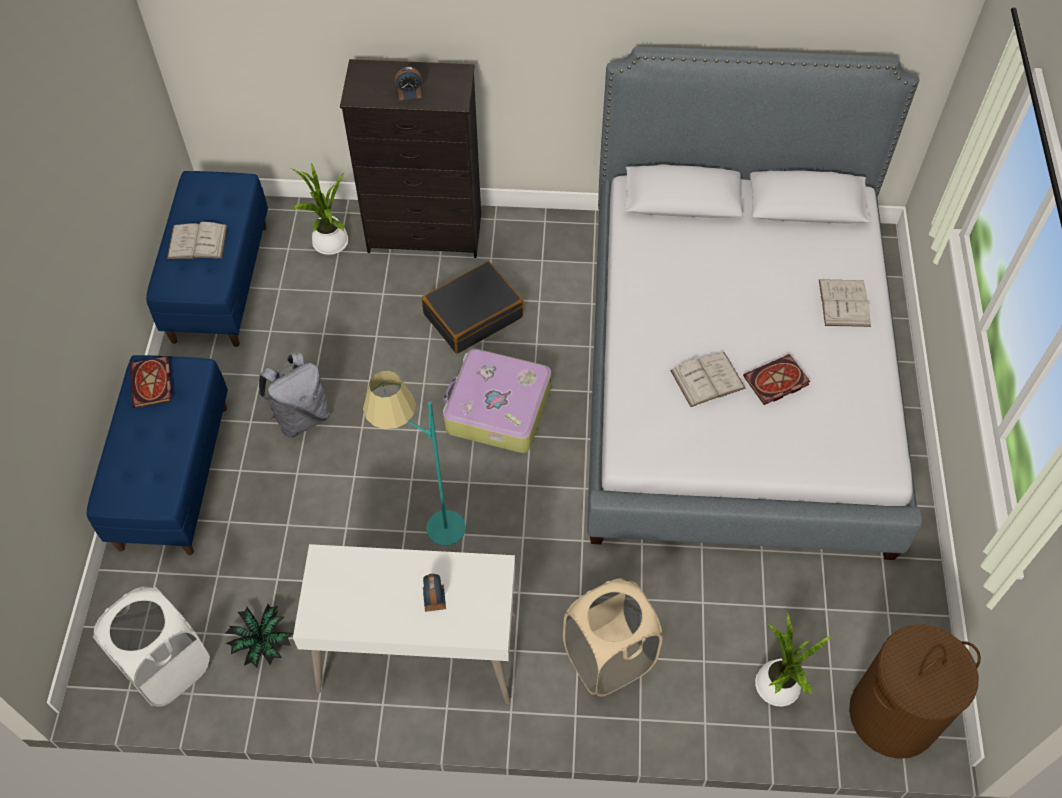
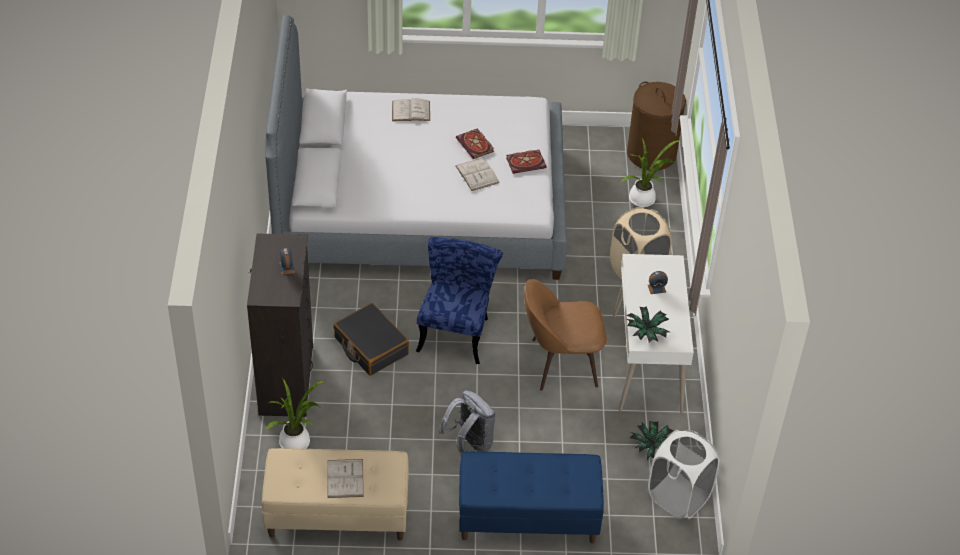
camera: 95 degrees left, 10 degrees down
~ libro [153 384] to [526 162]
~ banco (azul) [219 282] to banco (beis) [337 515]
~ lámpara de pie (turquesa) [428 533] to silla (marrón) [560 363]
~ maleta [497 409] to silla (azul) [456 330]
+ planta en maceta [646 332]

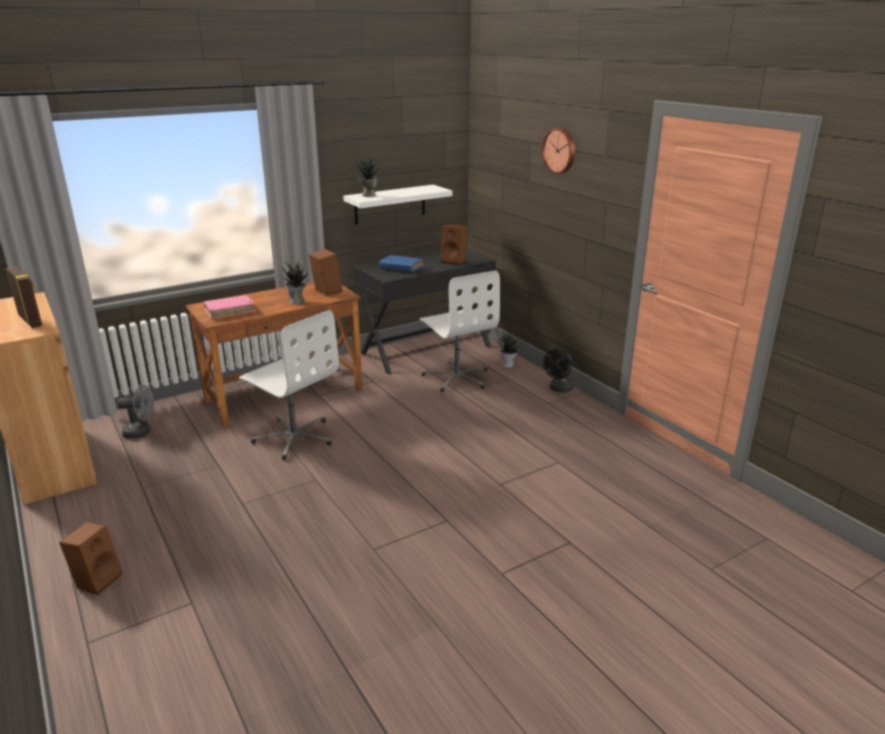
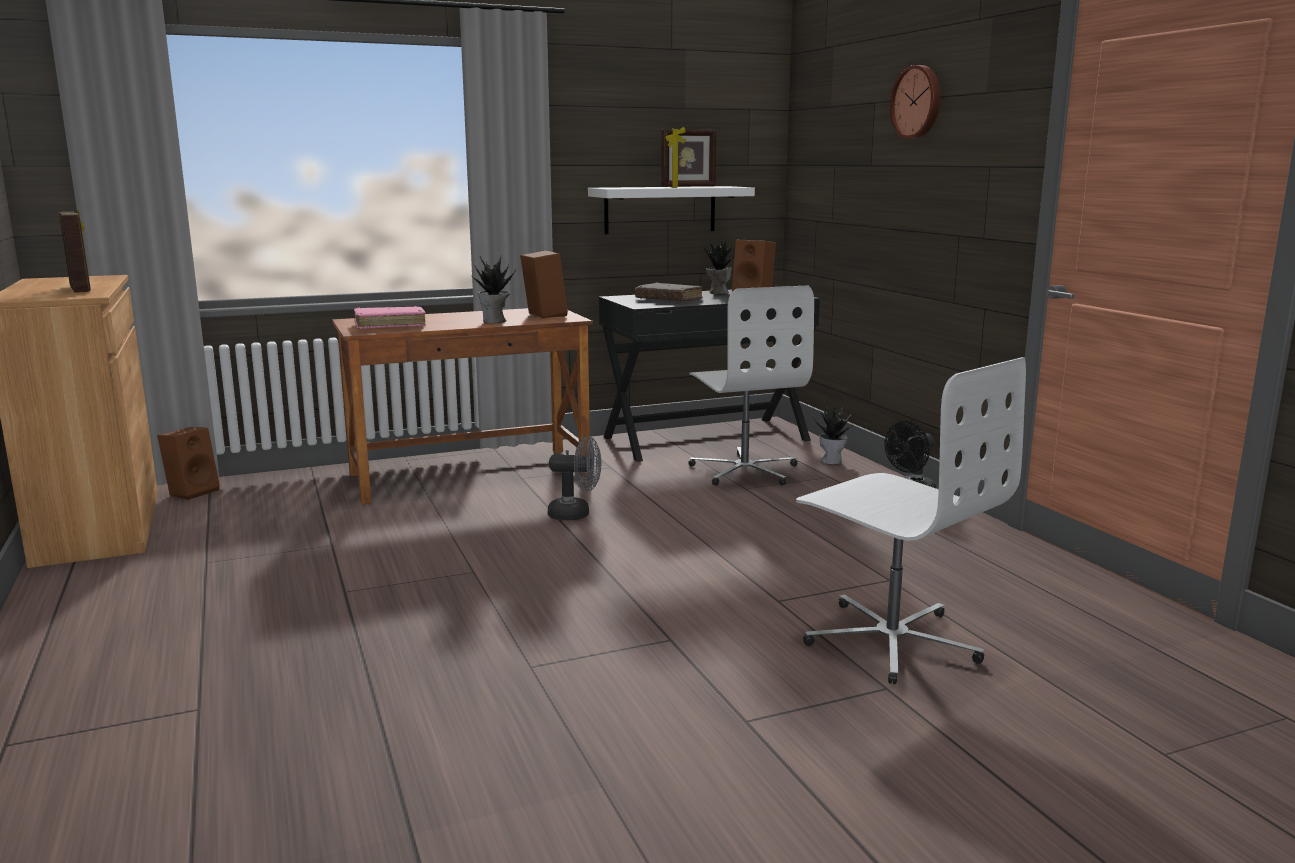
camera: 10 degrees right, 10 degrees down
~ altavoz (marrón) [98 579] to [193 492]
~ ventilador (gris) [141 432] to [576 514]
~ silla de oficina (blanco) [294 437] to [891 640]
~ planta en maceta [368 195] to [718 293]
~ libro (azul) [401 268] to libro (marrón) [668 299]
+ portarretratos [688 187]

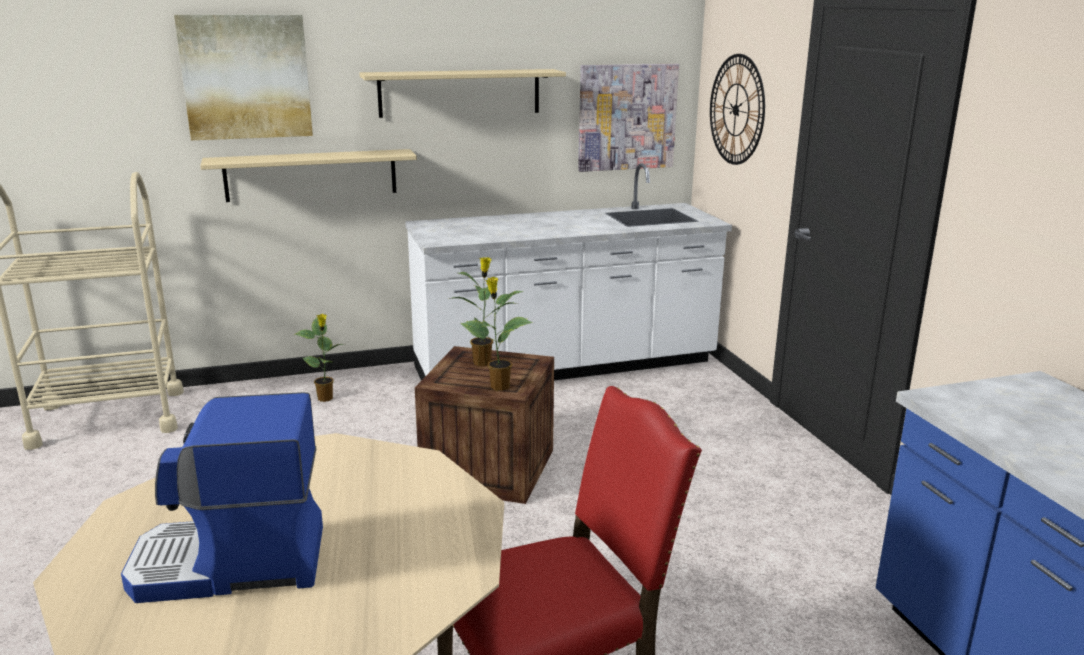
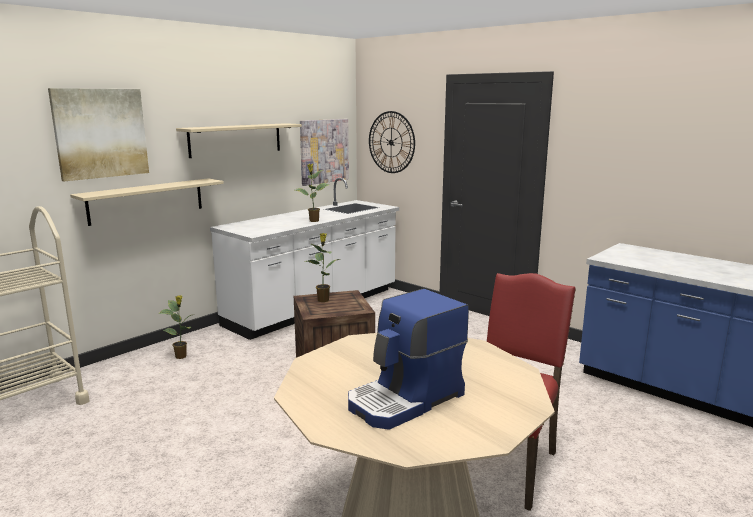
camera: 30 degrees left, 5 degrees down
~ planta en maceta [498 387] to [313 221]

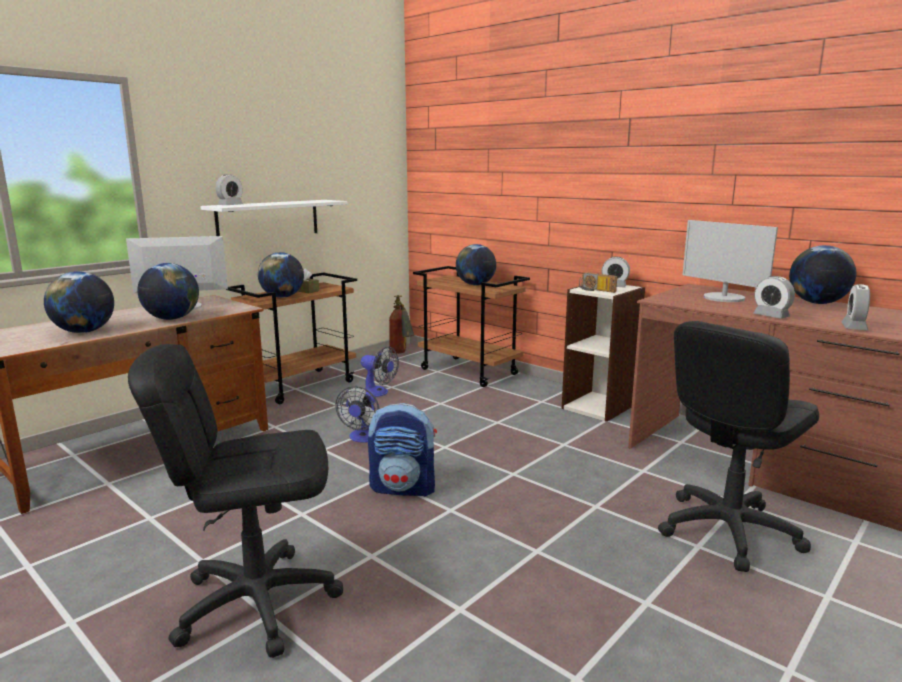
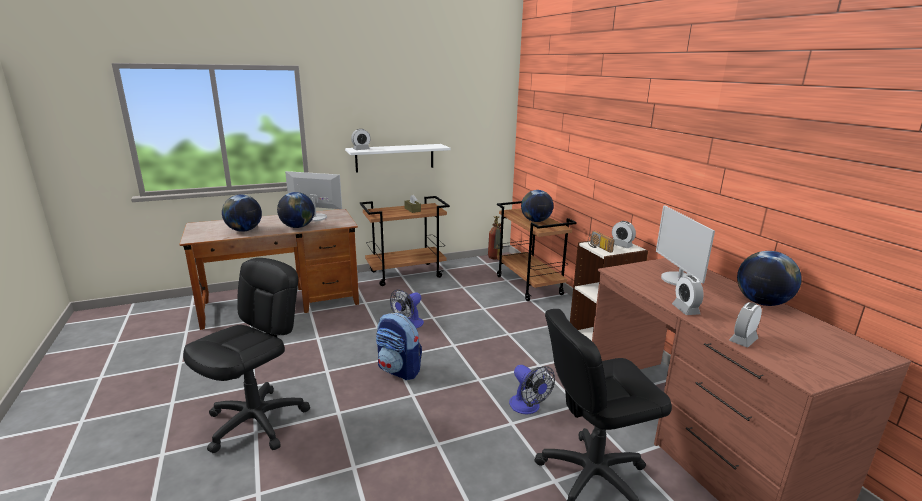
camera: 25 degrees right, 5 degrees up
~ silla de oficina (negro) [257 602] = [257 422] 105 degrees clockwise
- globo terráqueo [282 297]
~ ventilador [378 393] to [528 407]

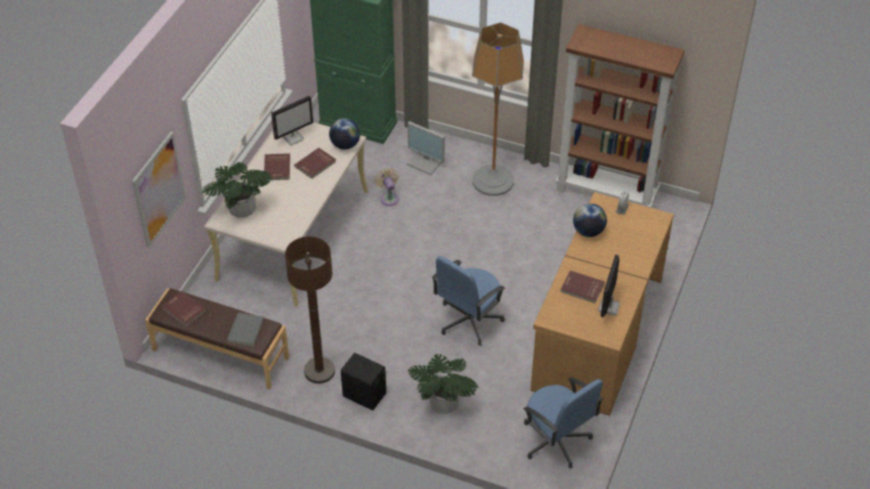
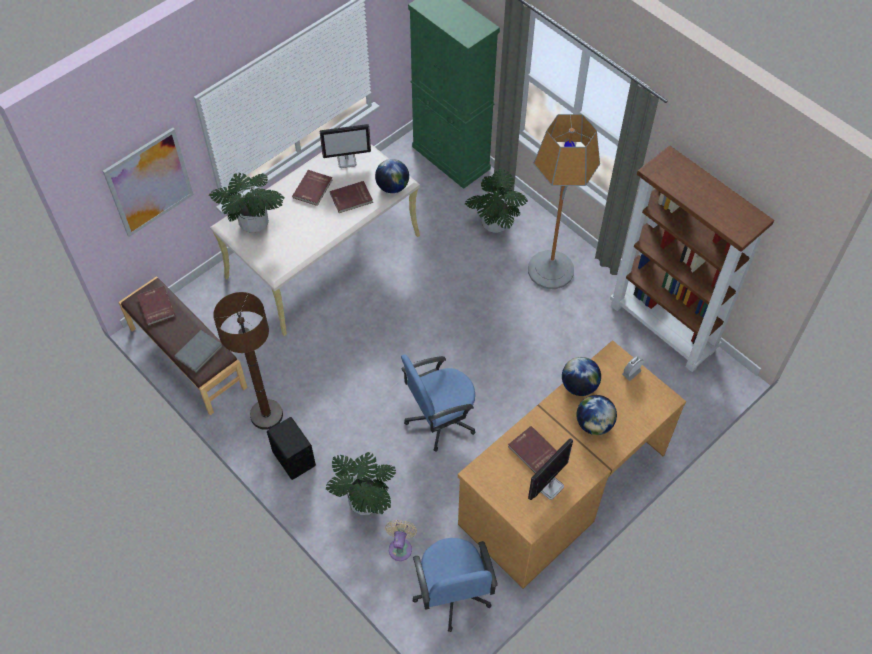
camera: 25 degrees right, 10 degrees up
~ ventilador (beis) [389 197] to [400 547]
~ monitor [426 162] to planta en maceta [495 224]
+ globo terráqueo [594 424]

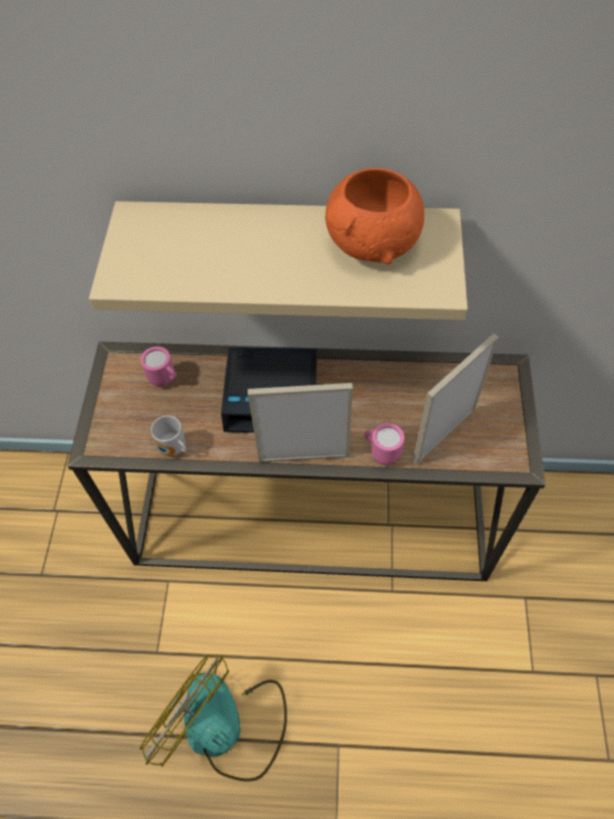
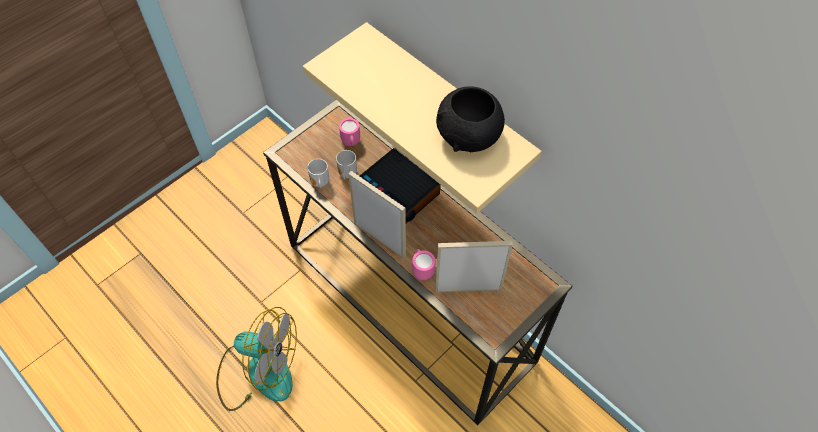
camera: 40 degrees right, 0 degrees up
~ ventilador [226 727] = [258 371] 120 degrees clockwise
~ cuenco (naranja) [373 243] to cuenco (negro) [469 136]
+ taza grande [346 174]

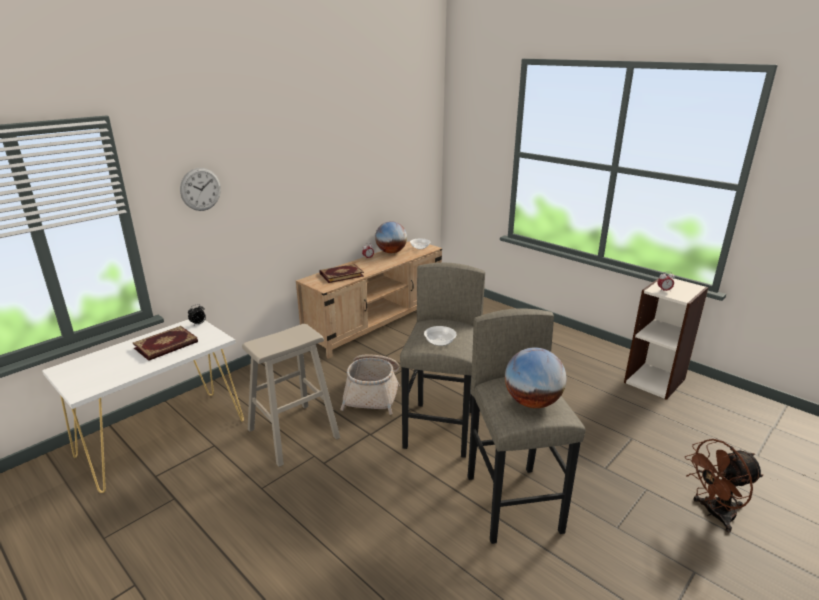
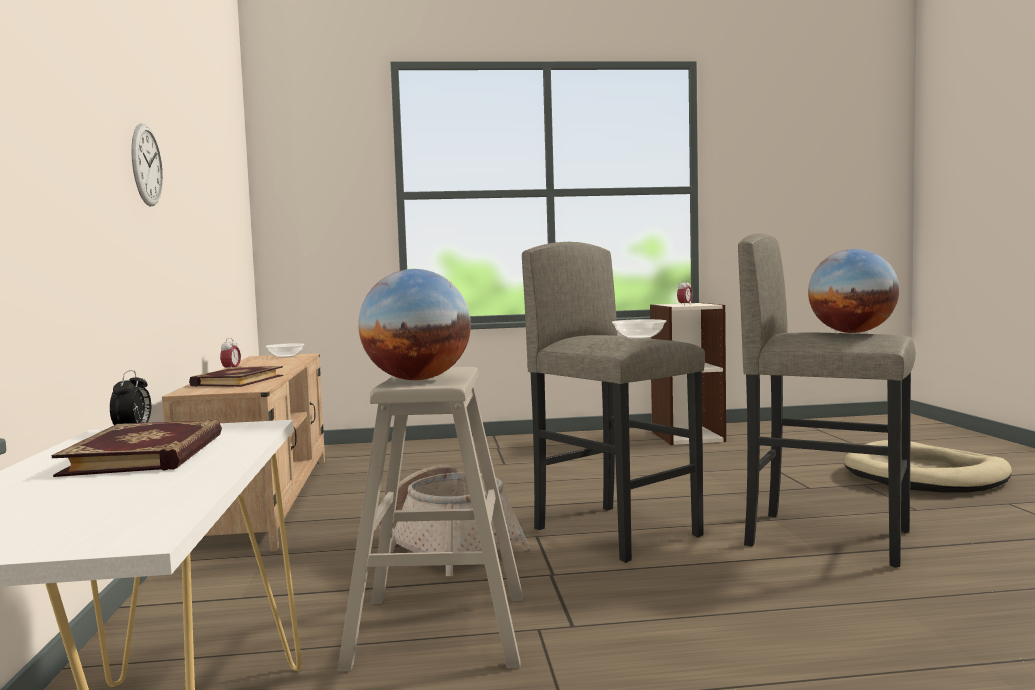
camera: 50 degrees left, 20 degrees down
~ reloj de pared [200 189] to [146 165]
~ globo terráqueo [391 252] to [417 379]
~ ventilador (marrón) [713 514] to cama para perro (beis) [925 475]

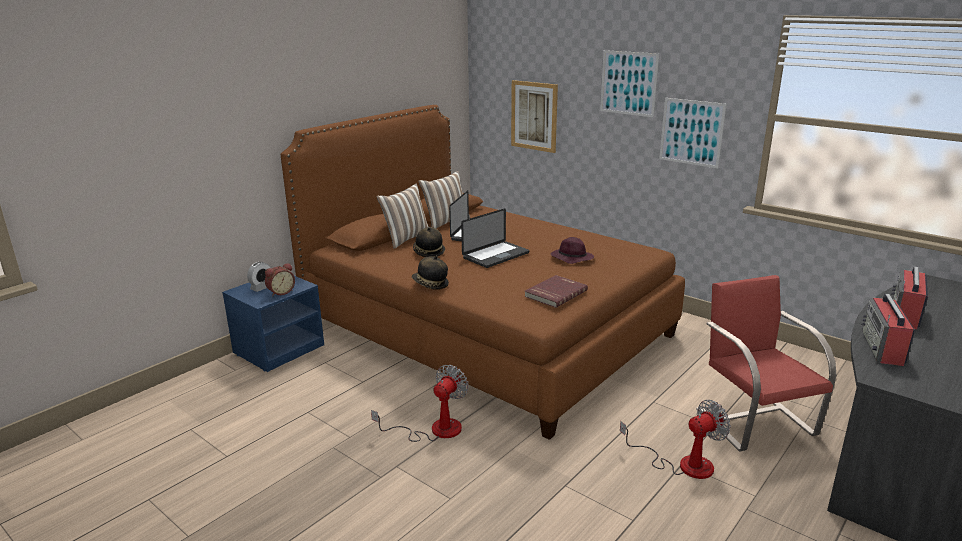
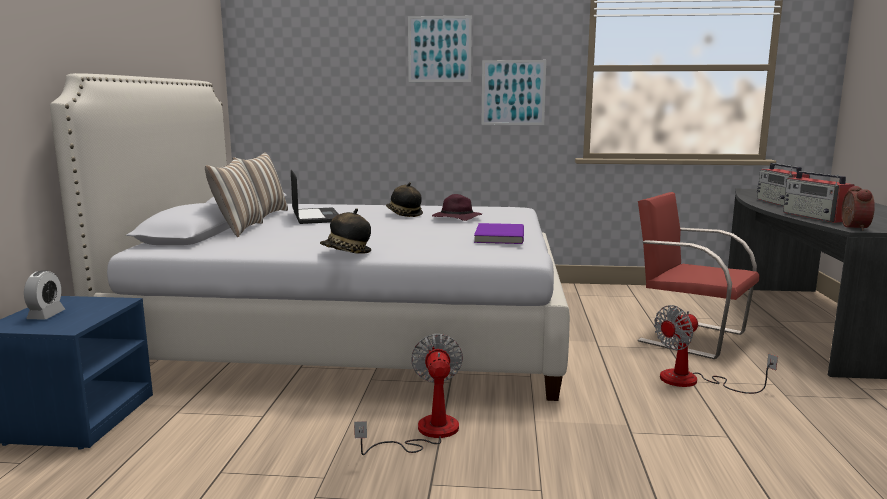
camera: 35 degrees left, 10 degrees down
~ despertador [280 292] to [852 227]
~ cama (marrón) [485 330] to cama (blanco) [353 333]
~ sombrero [428 252] to [403 214]
- portátil [496 255]
- cuadro [534 116]
~ libro (rojo) [555 293] to libro (morado) [498 236]
~ ventilador [683 464] = [693 381] 150 degrees counterclockwise

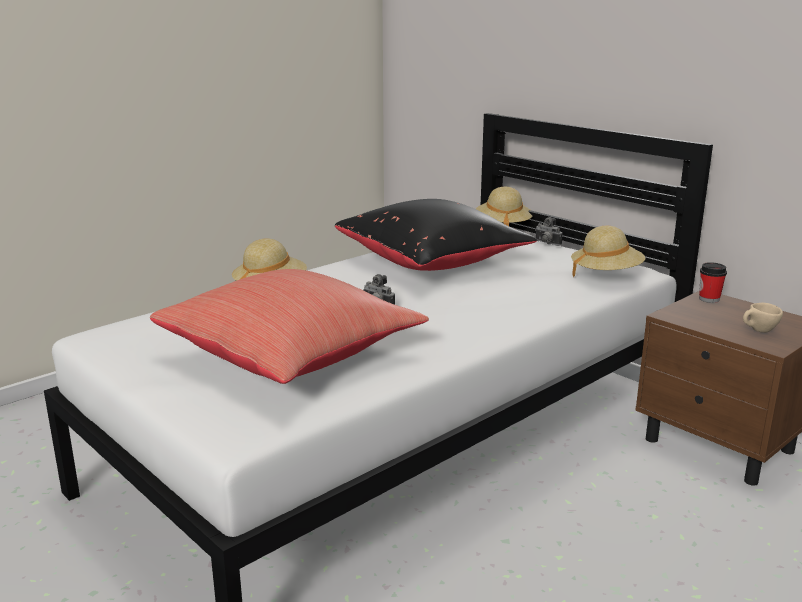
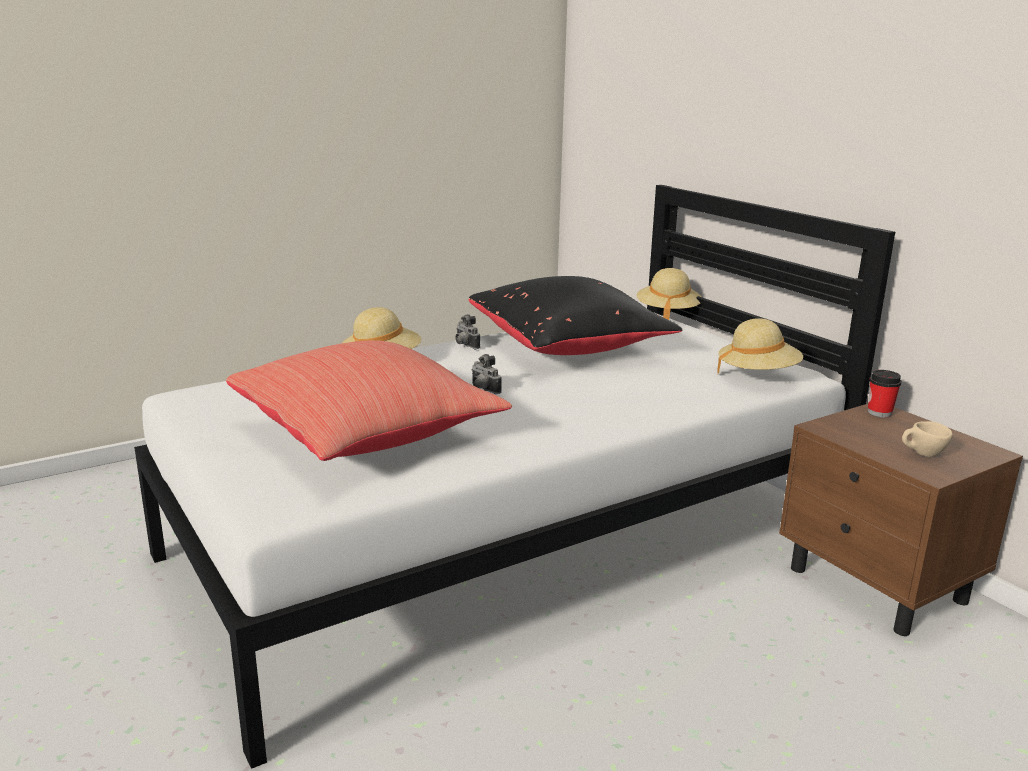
camera: 10 degrees right, 0 degrees up
~ cámara [546 243] to [465 345]

